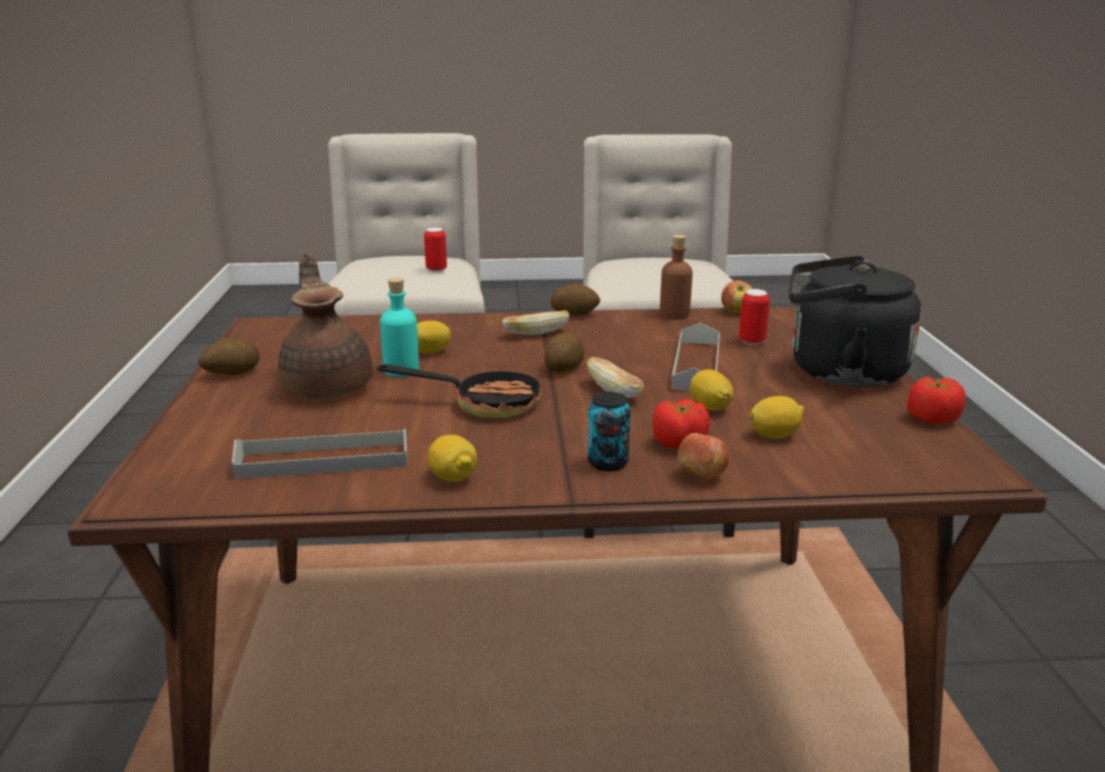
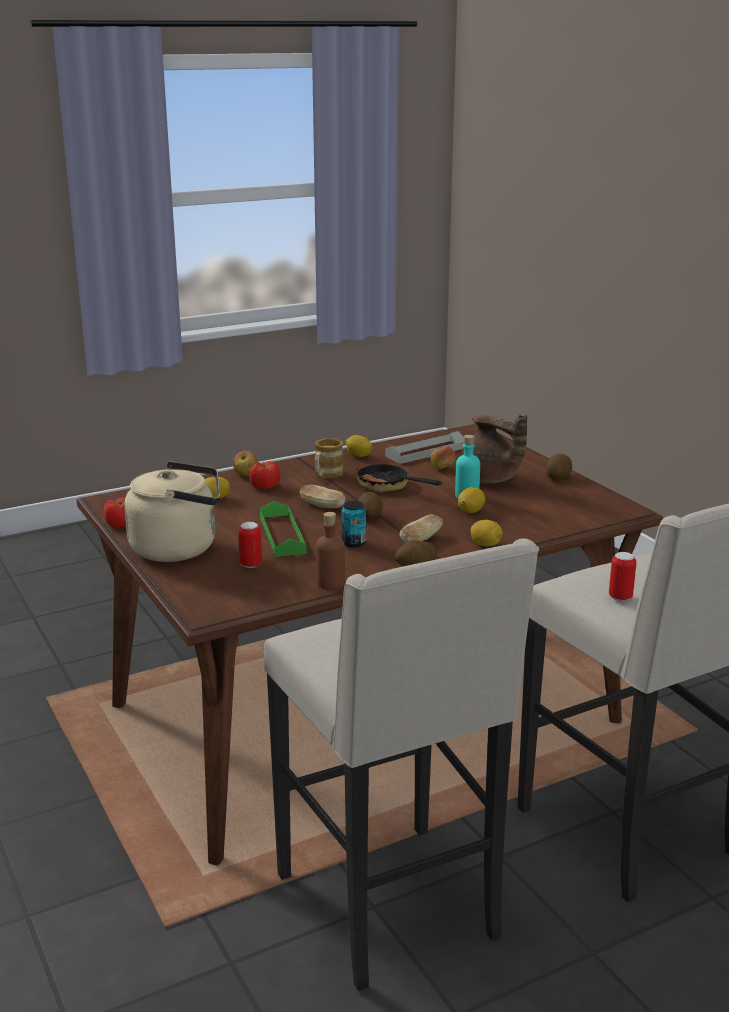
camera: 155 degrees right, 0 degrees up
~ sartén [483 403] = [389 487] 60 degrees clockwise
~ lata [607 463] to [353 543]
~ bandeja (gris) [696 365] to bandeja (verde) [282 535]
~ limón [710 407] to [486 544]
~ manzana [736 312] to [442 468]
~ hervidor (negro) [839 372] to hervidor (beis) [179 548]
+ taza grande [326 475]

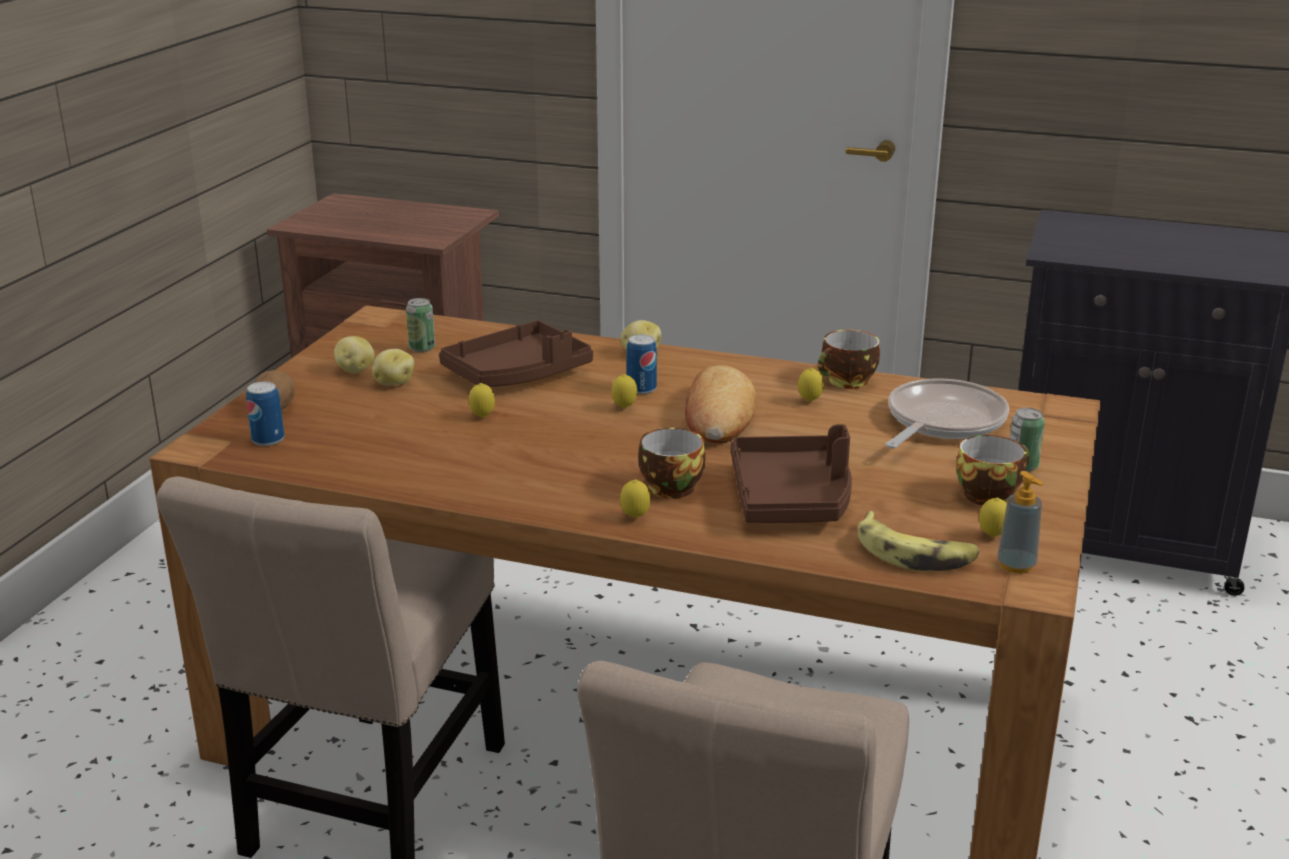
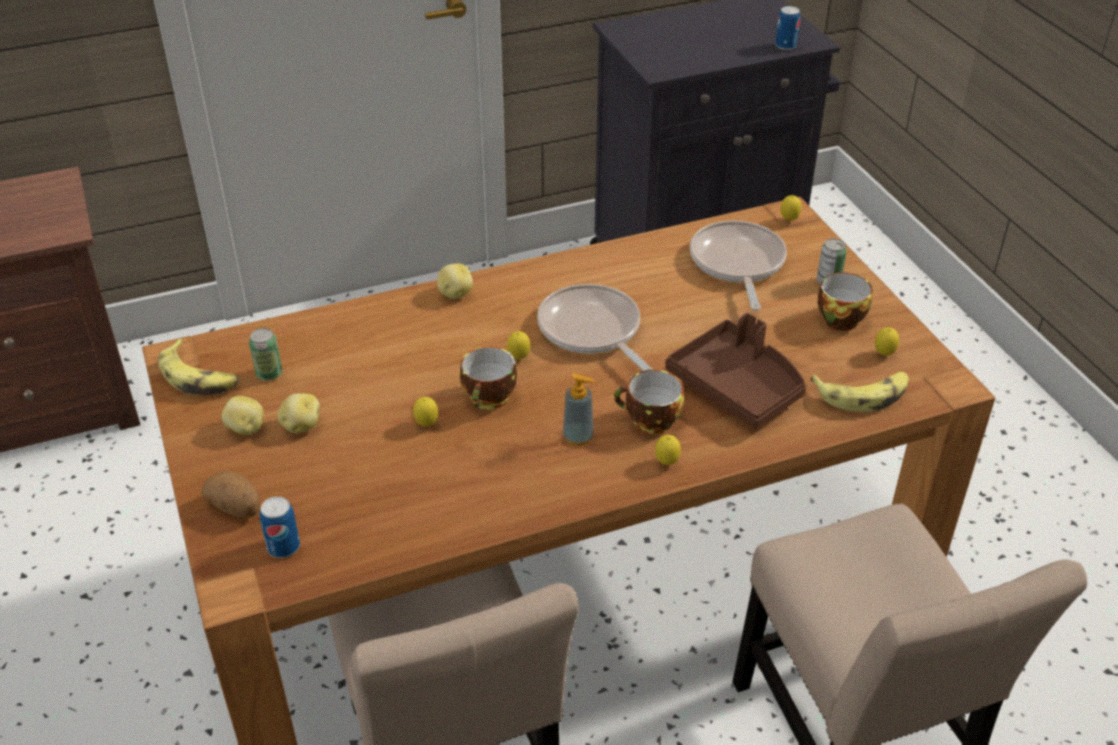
camera: 40 degrees left, 15 degrees up
- bandeja (marrón) [518 374]
~ lata [641 389] to [785 46]
~ pan [717 415] to sartén [592 331]
~ limón [809 401] to [789 220]
~ taza [847 382] to [490 399]
~ dispensador de jabón [1016 565] to [578 437]
+ plátano [199 377]

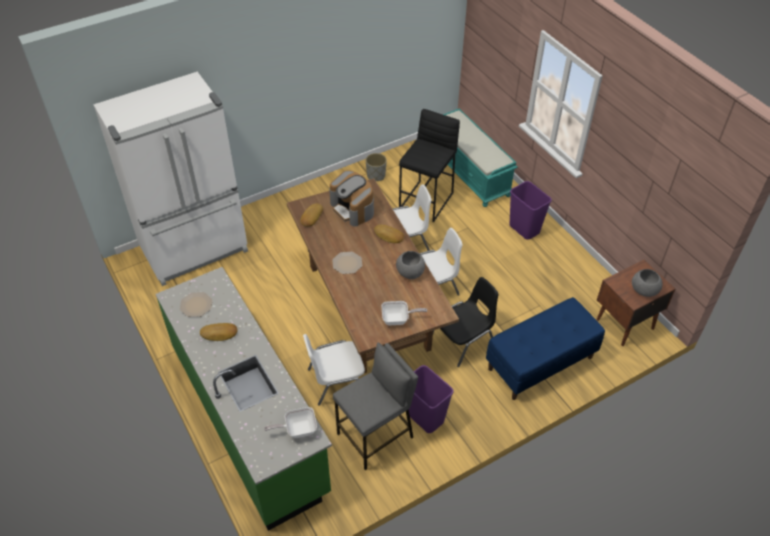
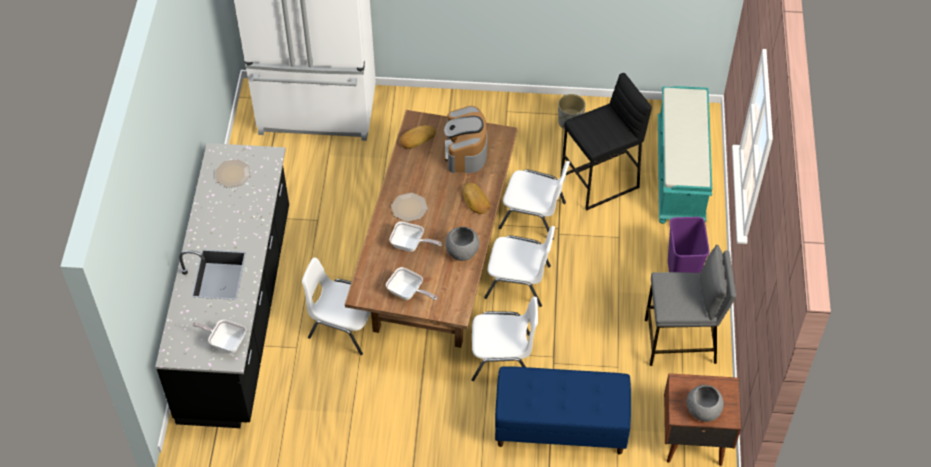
camera: 35 degrees right, 5 degrees up
~ mueble bajo de cocina (verde) [249 418] to mueble bajo de cocina (negro) [238 313]
- pan [219 334]
~ taburete (gris) [376 436] to [680 342]
- papelera (morado) [424 418]
~ silla (negro) [463 340] to silla (blanco) [502 356]
+ sartén [410 245]

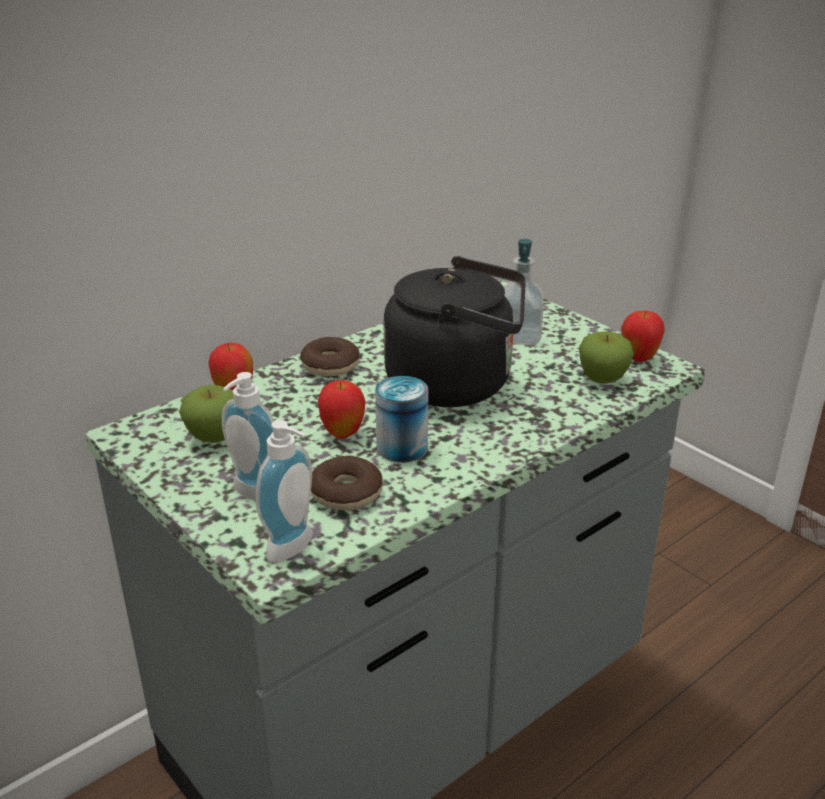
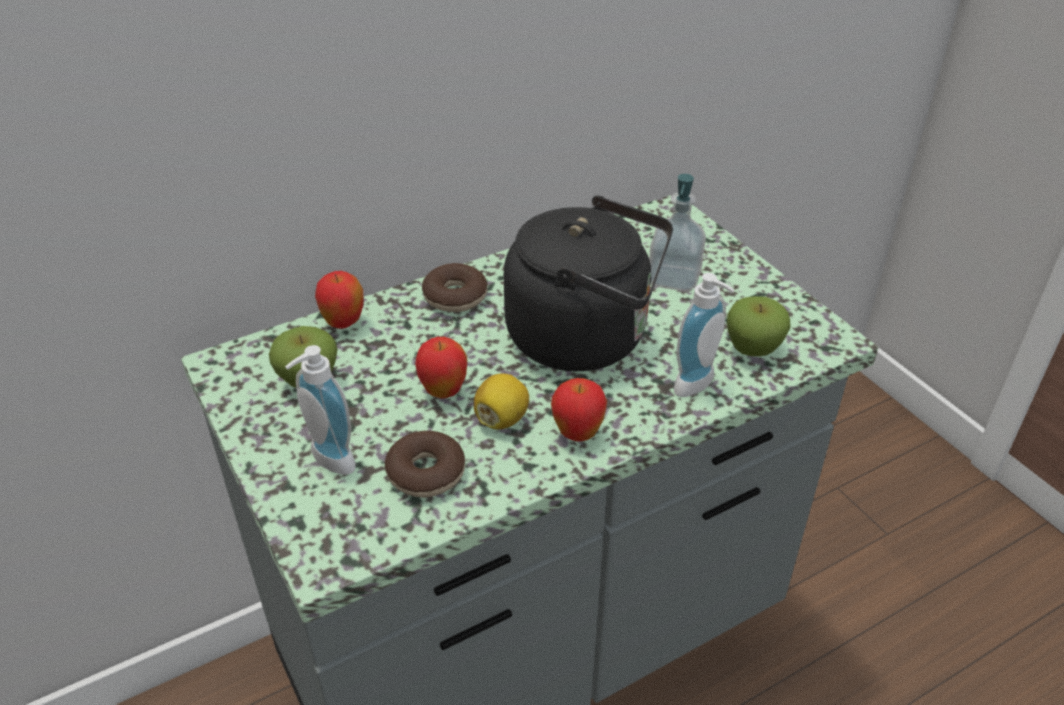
camera: 10 degrees right, 10 degrees up
~ dispensador de jabón [295 549] to [699 386]
~ lata [402 448] to limón [502 419]
~ manzana [638 358] to [577 434]

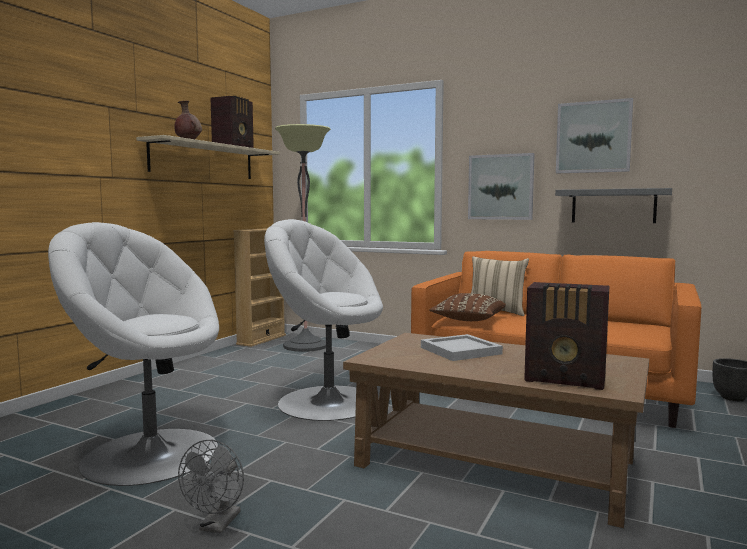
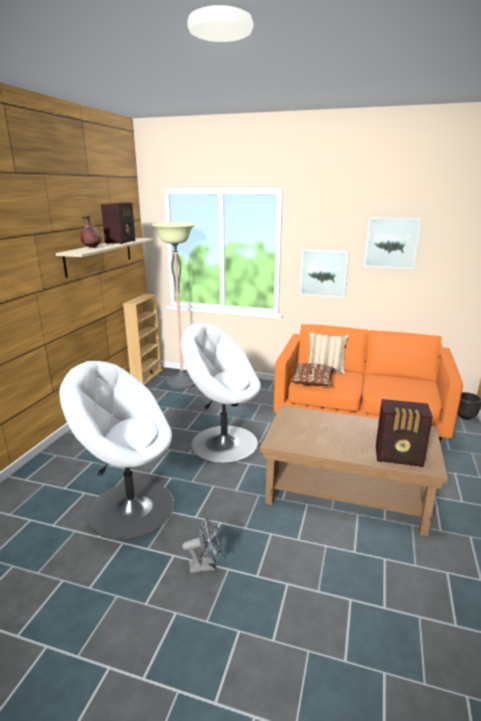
camera: 10 degrees left, 15 degrees up
~ ventilador (gris) [217 525] = [206 565] 105 degrees counterclockwise
- bandeja (blanco) [460 350]
- estante (gris) [613 206]

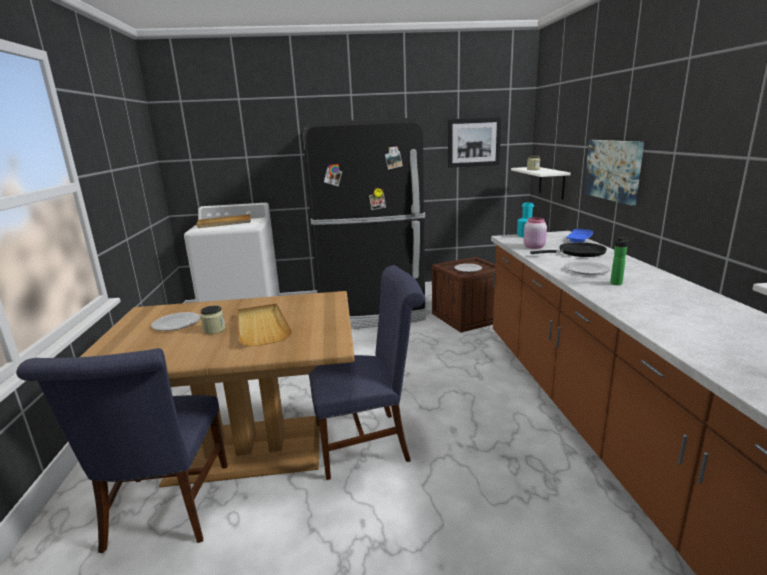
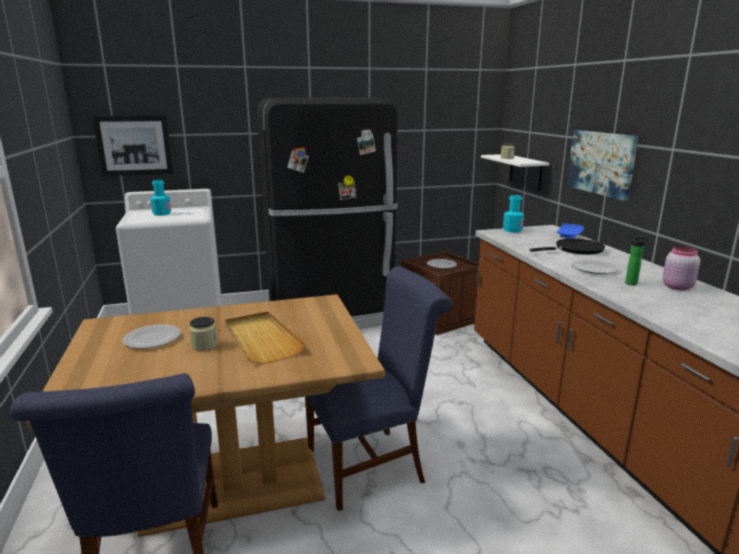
camera: 10 degrees left, 0 degrees up
~ bandeja (beis) [224 223] to botella (turquesa) [162 213]
~ cuadro [474 142] to [134 145]
~ tarro (rosa) [533 247] to [676 286]

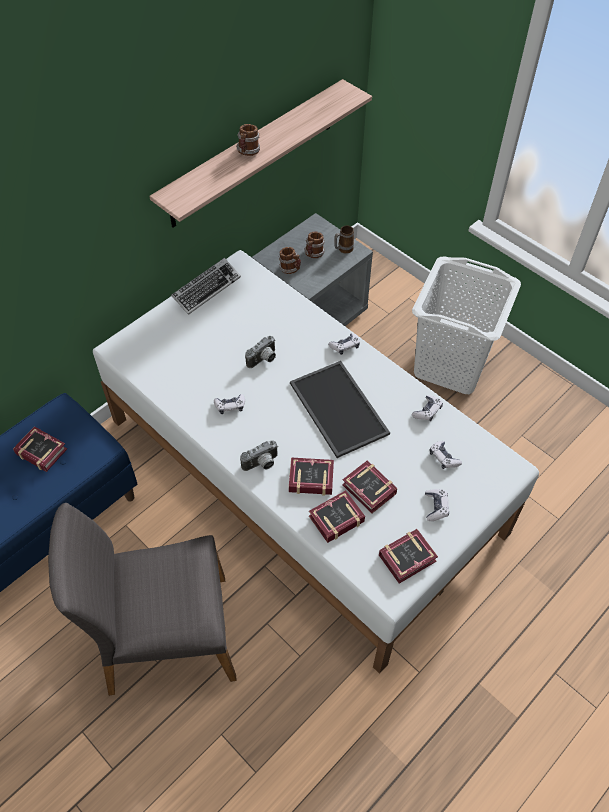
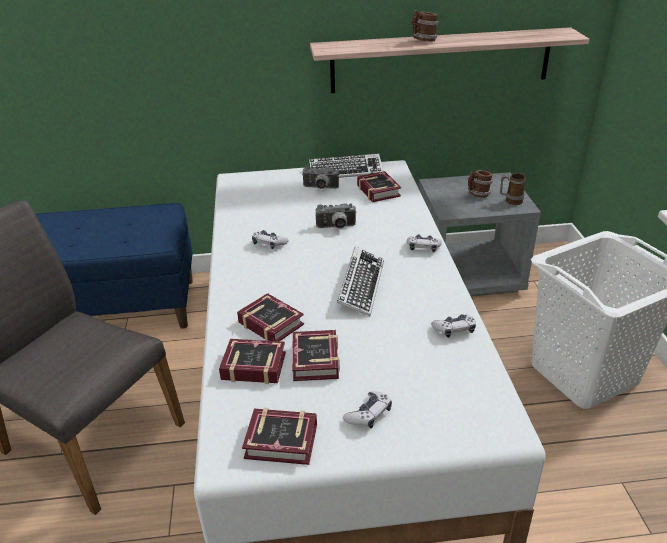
camera: 40 degrees right, 20 degrees down
~ libro [41 450] to [378 190]
~ cámara [261 464] to [320 188]
- taza grande [290 269]
~ bandeja [336 408] to teclado [361 285]
- mando de consola [443 458]

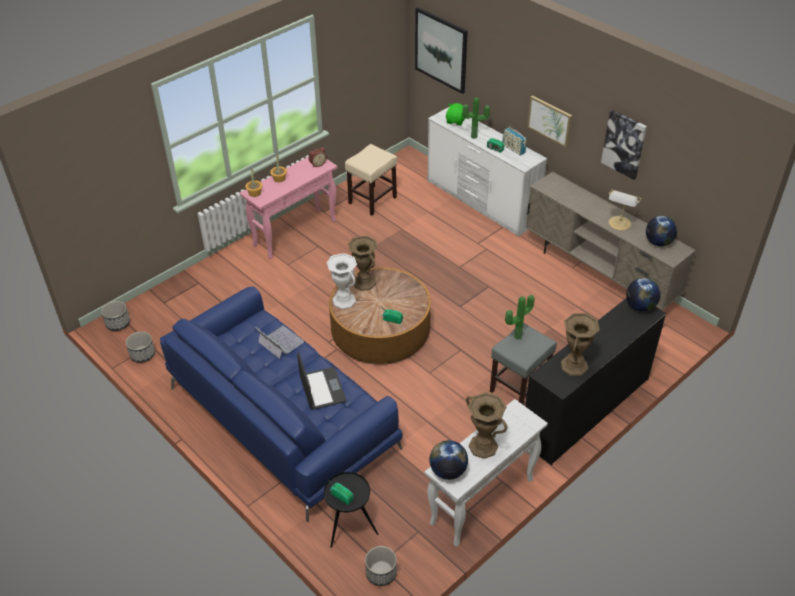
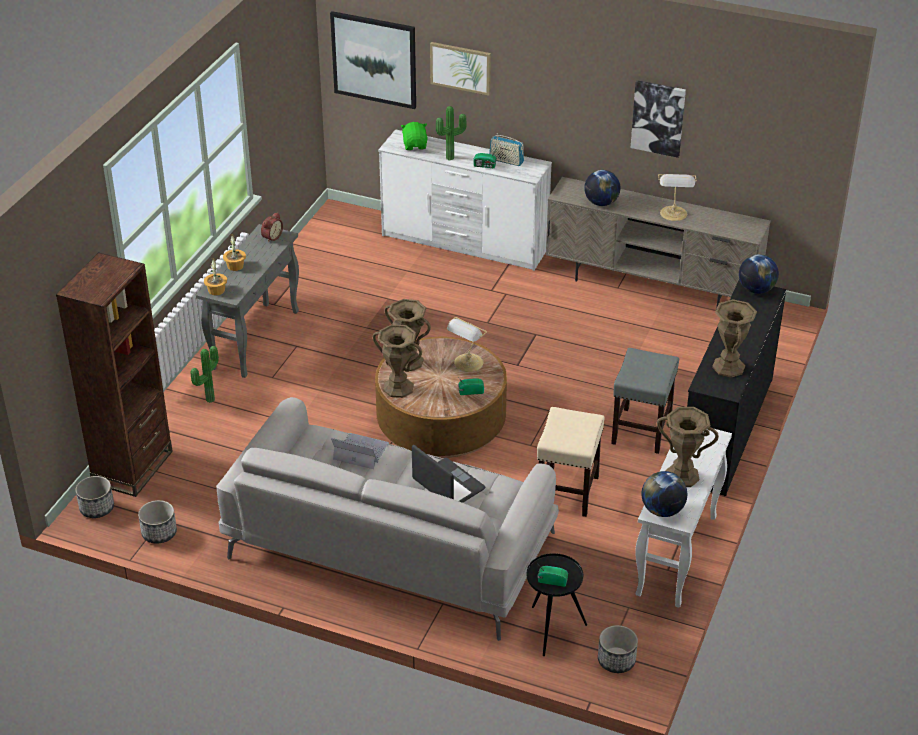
camera: 25 degrees left, 5 degrees down
~ sofá (azul) [281 417] to sofá (gris) [389 545]
~ mesa consola (rosa) [295 233] to mesa consola (gris) [255 339]
~ florero (blanco) [344 300] to florero (marrón) [398 388]
~ taburete (beis) [372 200] to [568 492]
~ planta en maceta [516 336] to [208 399]
~ cuadro [550 121] to [460 67]
~ globo terráqueo [658 242] to [601 203]
+ estantería (marrón) [133 467]
+ lámpara de mesa [467 363]

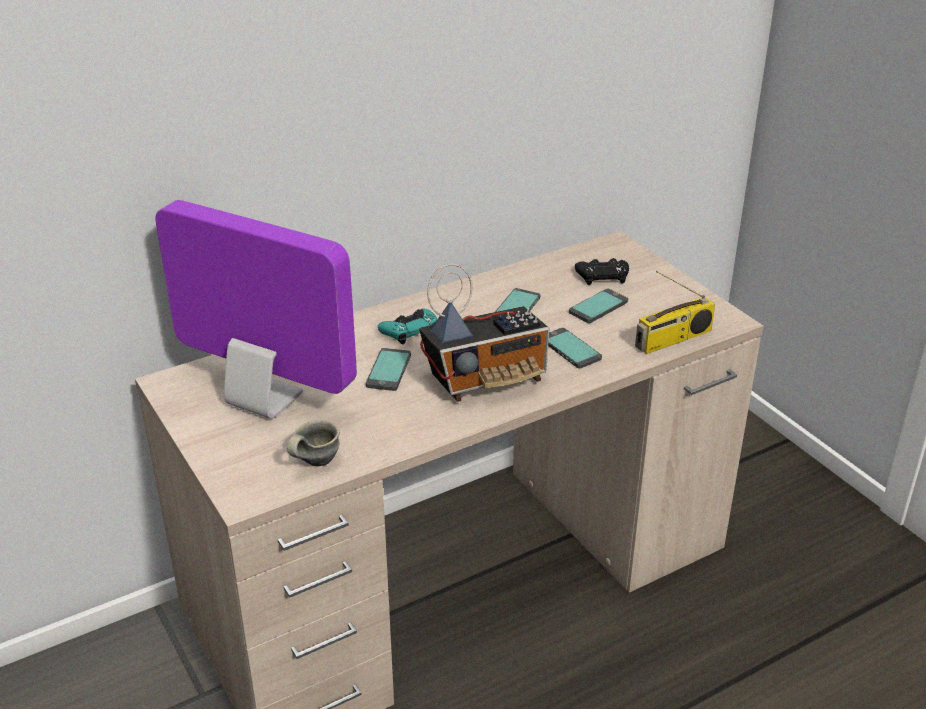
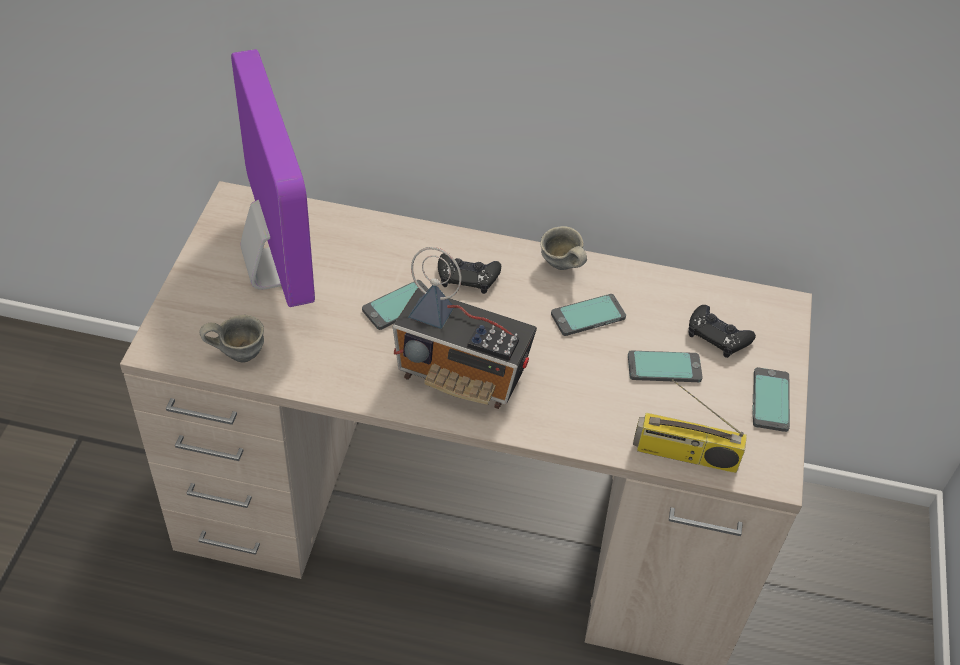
camera: 40 degrees right, 15 degrees up
~ mando de consola (turquesa) [409 330] to mando de consola (negro) [467 276]
~ móvil [570 349] to [770 400]
+ taza grande (gris) [560 268]

